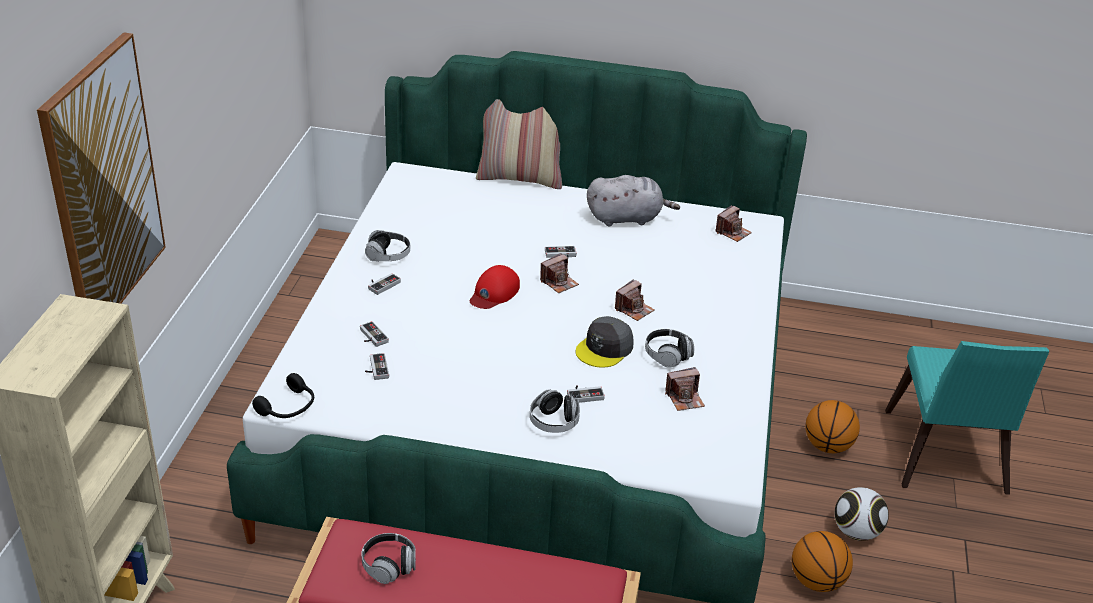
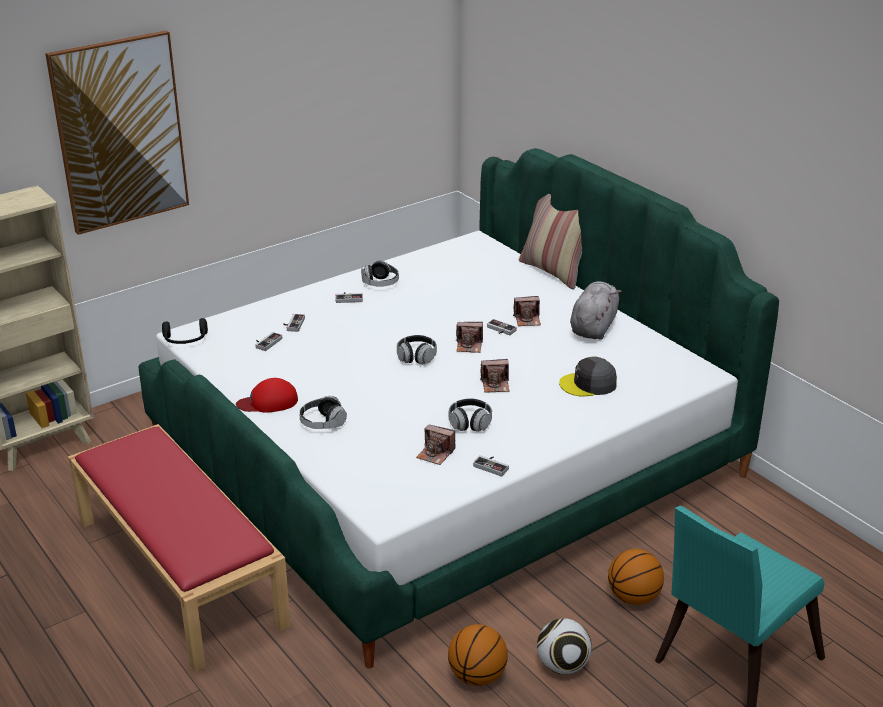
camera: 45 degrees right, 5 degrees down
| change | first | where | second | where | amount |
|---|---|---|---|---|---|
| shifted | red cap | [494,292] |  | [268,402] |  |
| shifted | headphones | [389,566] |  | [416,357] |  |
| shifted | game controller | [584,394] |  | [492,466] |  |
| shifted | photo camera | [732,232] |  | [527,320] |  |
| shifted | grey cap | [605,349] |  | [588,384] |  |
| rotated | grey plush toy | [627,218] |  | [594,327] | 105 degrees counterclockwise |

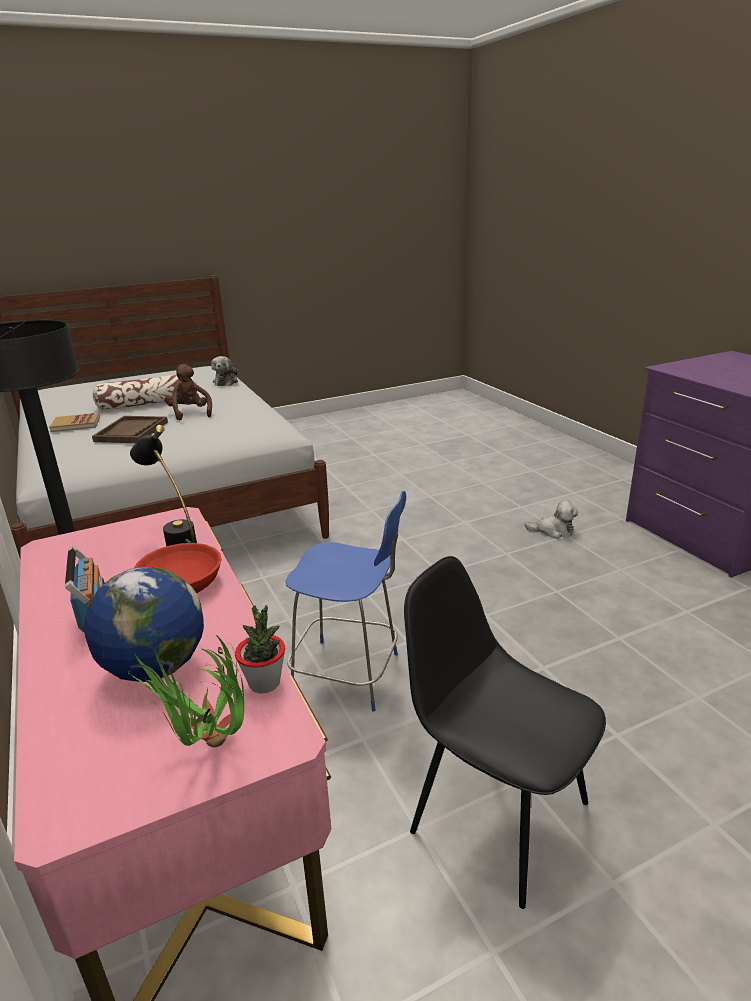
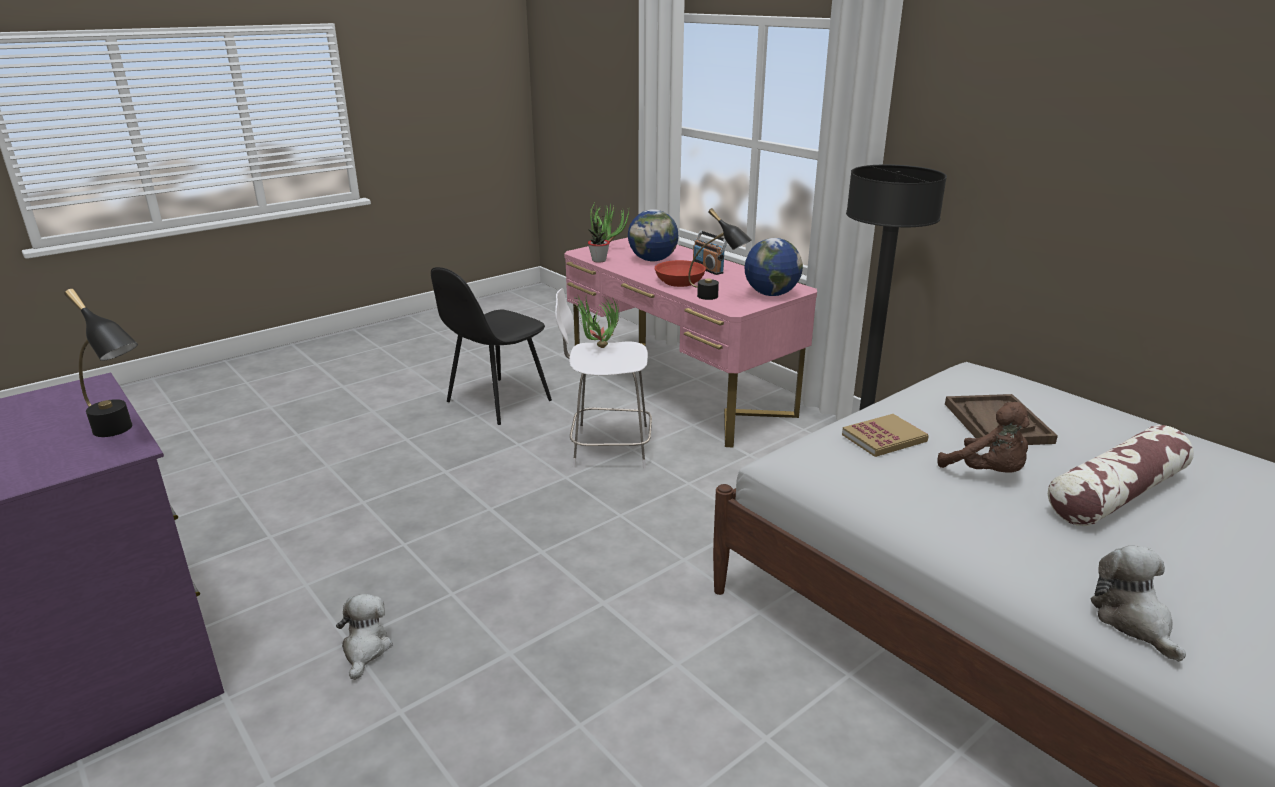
camera: 165 degrees right, 0 degrees up
| change | first | where | second | where | amount |
|---|---|---|---|---|---|
| new |  |  | black table lamp | [122,433] |  |
| rotated | plush toy | [553,531] |  | [365,649] | 90 degrees clockwise |
| rotated | black chair | [495,814] |  | [496,402] | 105 degrees clockwise |
| repainted | blue stool | [350,675] | white stool | [607,450] |  |
| new |  |  | potted plant | [596,349] |  |
| new |  |  | globe | [771,294] |  |
| shifted | book | [76,424] |  | [884,438] |  |

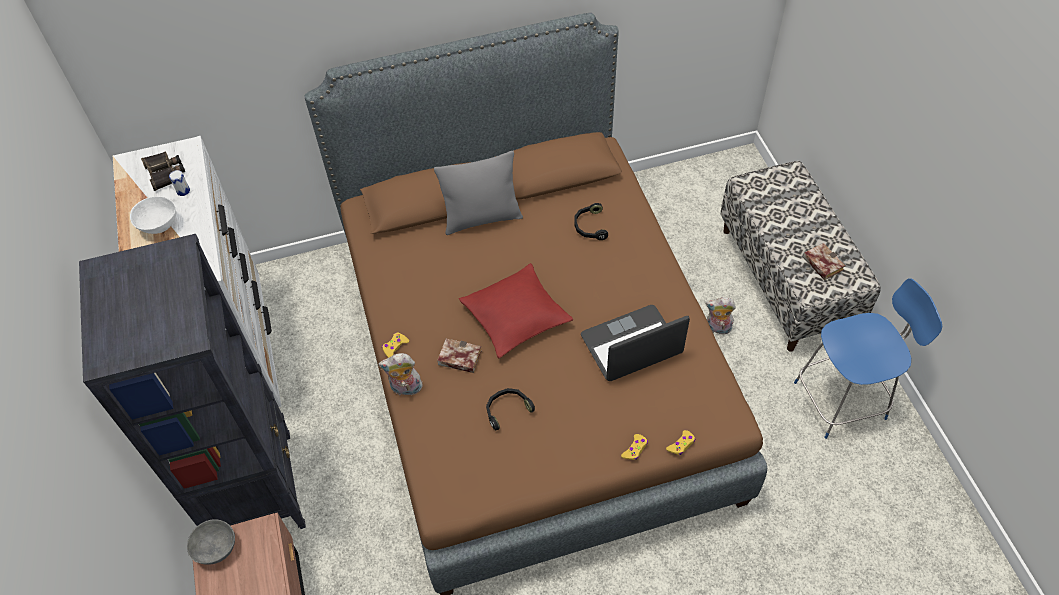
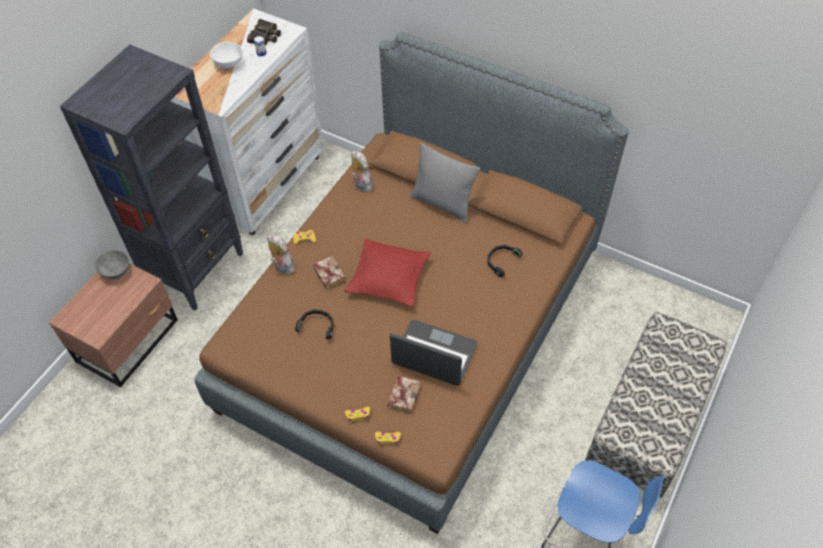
camera: 45 degrees right, 0 degrees up
| change | first | where | second | where | amount |
|---|---|---|---|---|---|
| shifted | plush toy | [717,328] |  | [361,184] |  |
| shifted | book | [820,263] |  | [403,394] |  |

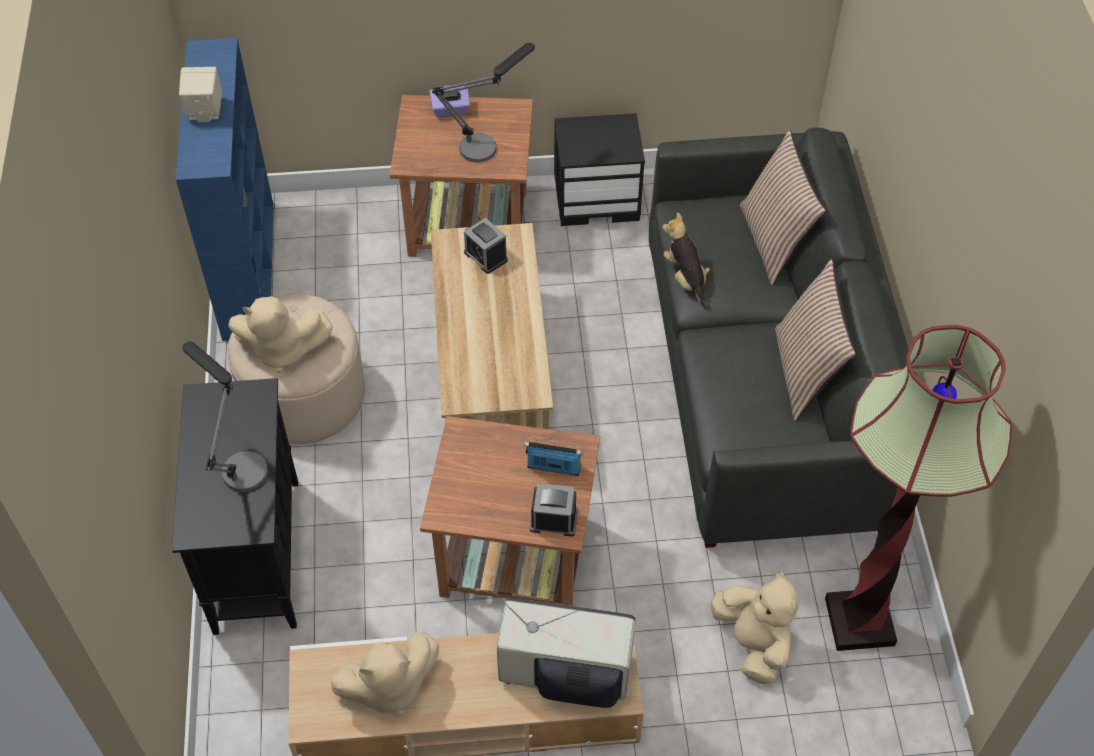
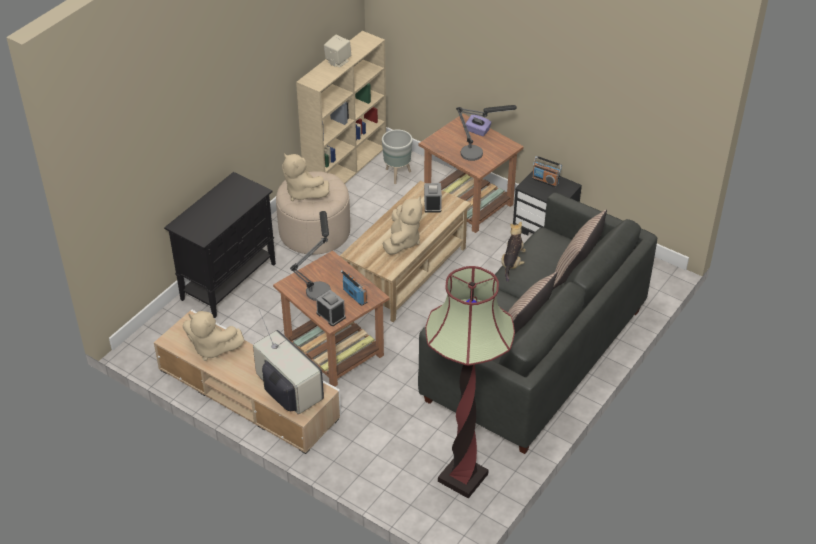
camera: 40 degrees right, 10 degrees down
| change | first | where | second | where | amount |
|---|---|---|---|---|---|
| shifted | table lamp | [238,463] |  | [319,286] |  |
| repainted | blue bookcase | [248,268] | beige bookcase | [346,167] |  |
| new |  |  | grey planter | [397,174] |  |
| shifted | beige plush toy | [753,643] |  | [402,241] |  |
| new |  |  | radio | [545,181] |  |

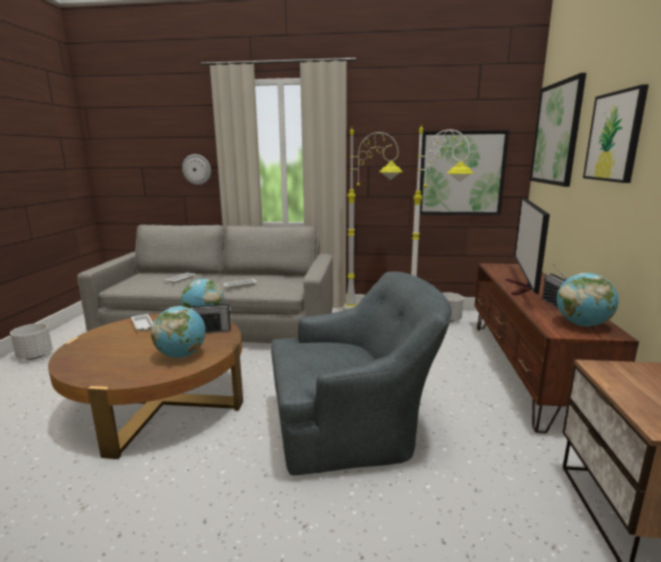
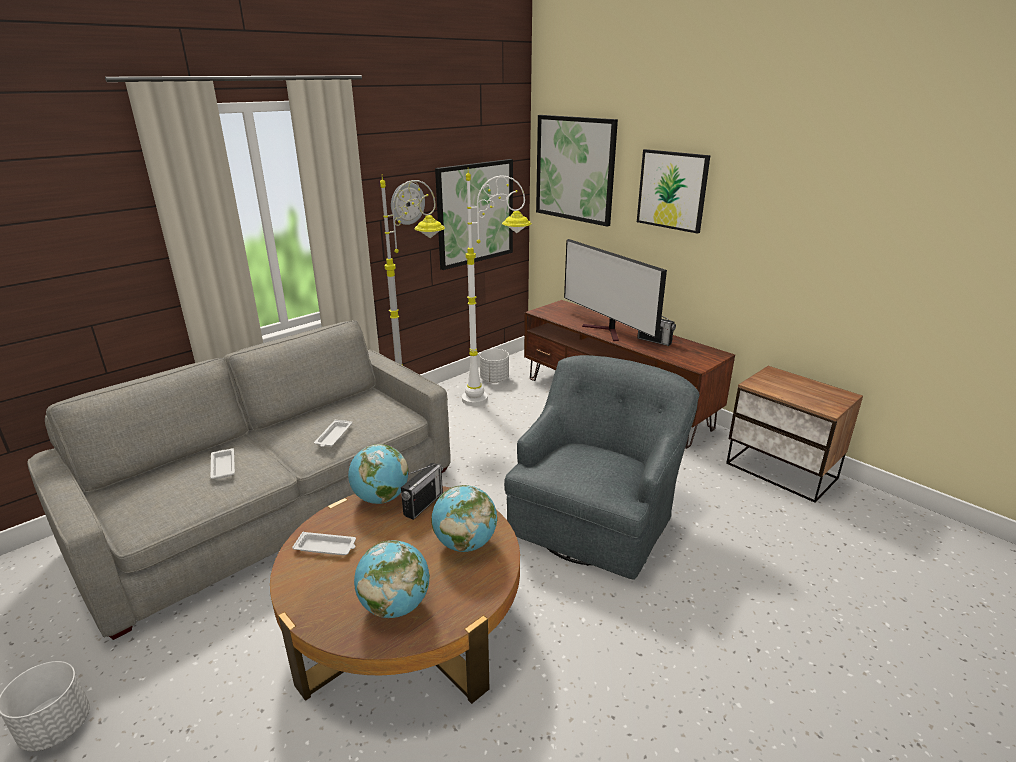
camera: 50 degrees left, 10 degrees up
| change | first | where | second | where | amount |
|---|---|---|---|---|---|
| shifted | globe | [582,324] |  | [395,606] |  |
| shifted | wall clock | [197,169] |  | [407,203] |  |

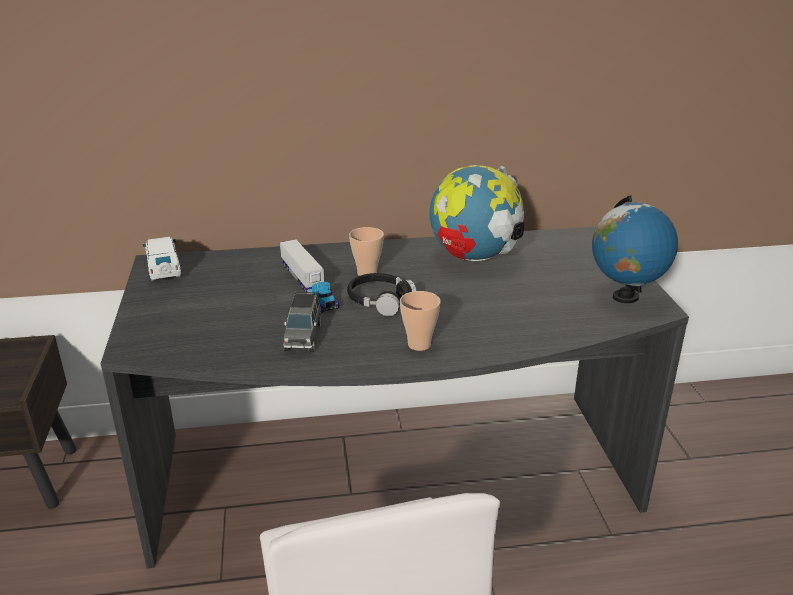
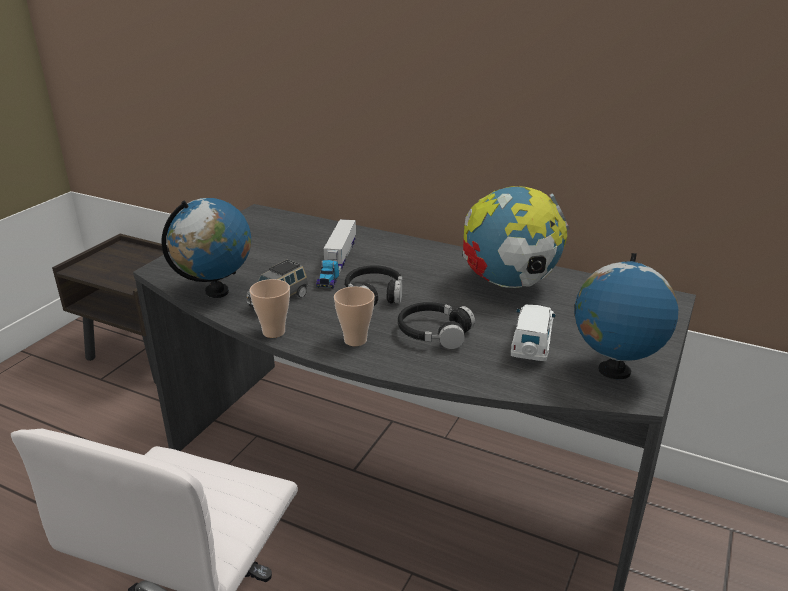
camera: 35 degrees right, 0 degrees up
| change | first | where | second | where | amount |
|---|---|---|---|---|---|
| new |  |  | globe | [217,292] |  |
| shifted | cup | [367,273] |  | [273,332] |  |
| new |  |  | black headphones | [434,333] |  |
| shifted | white toy car | [164,269] |  | [531,344] |  |

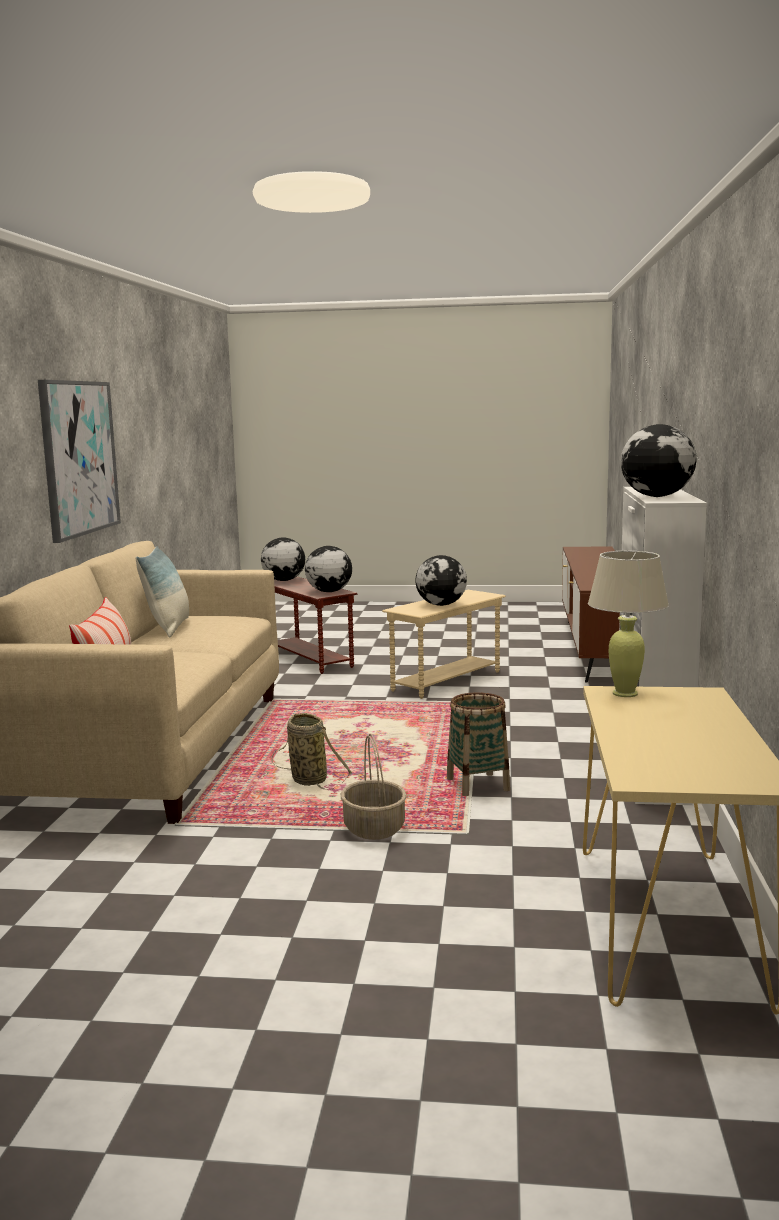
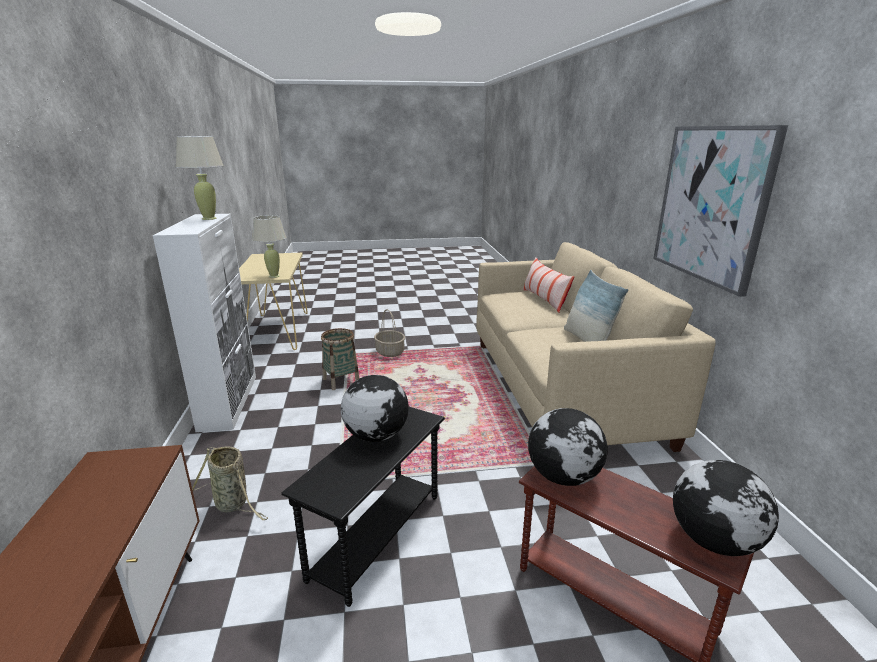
camera: 165 degrees right, 10 degrees up
| change | first | where | second | where | amount |
|---|---|---|---|---|---|
| swapped | globe | [657,496] | beige table lamp | [209,218] |  |
| shifted | basket | [307,779] |  | [233,504] |  |
| repainted | beige side table | [446,681] | black side table | [378,536] |  |

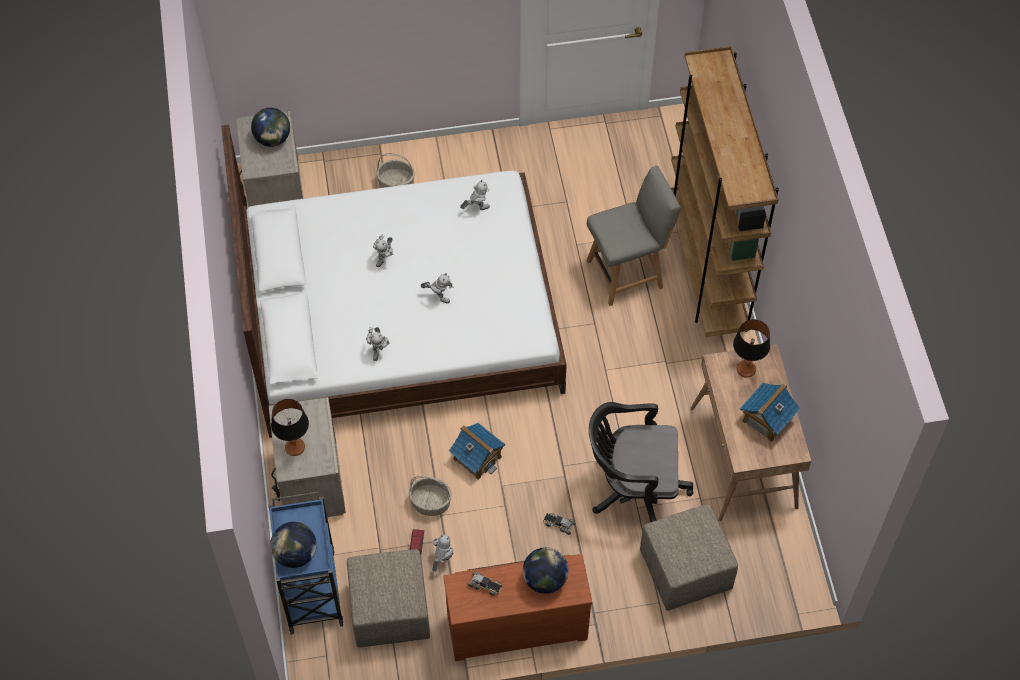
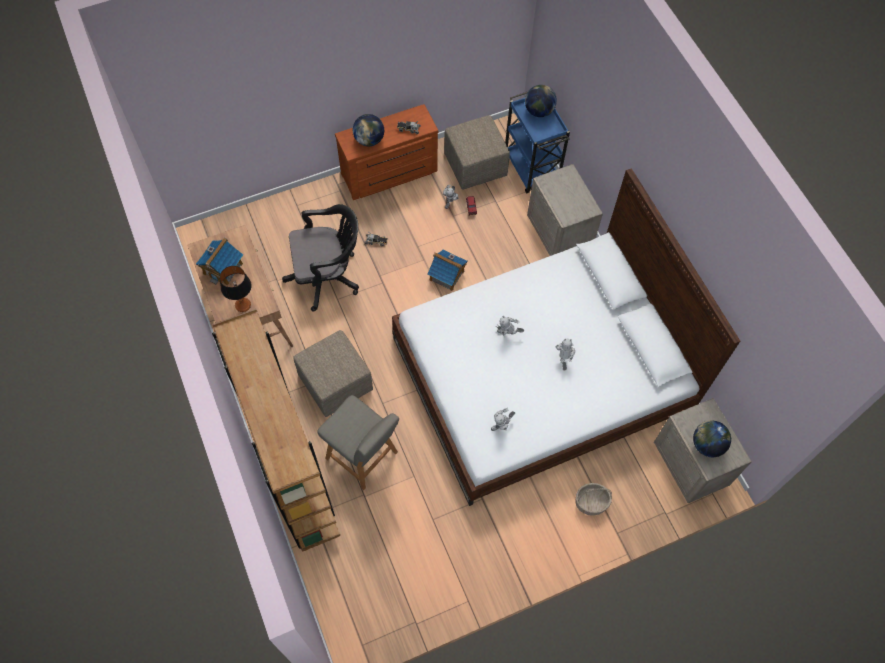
camera: 165 degrees right, 5 degrees up
| change | first | where | second | where | amount |
|---|---|---|---|---|---|
| shifted | beige ottoman | [686,571] |  | [335,382] |  |
| rotated | grey chair | [627,273] |  | [363,457] | 105 degrees counterclockwise |
| gone | table lamp | [295,447] |  |  |  |
| gone | toy robot | [378,350] |  |  |  |
| gone | basket | [430,503] |  |  |  |

